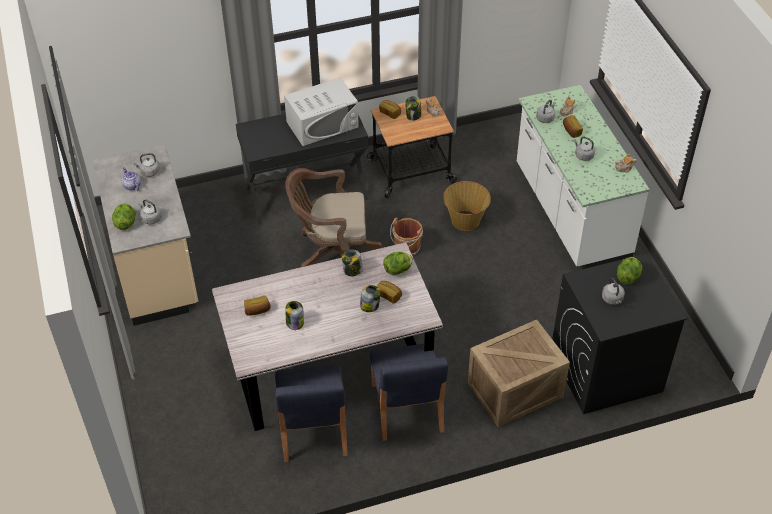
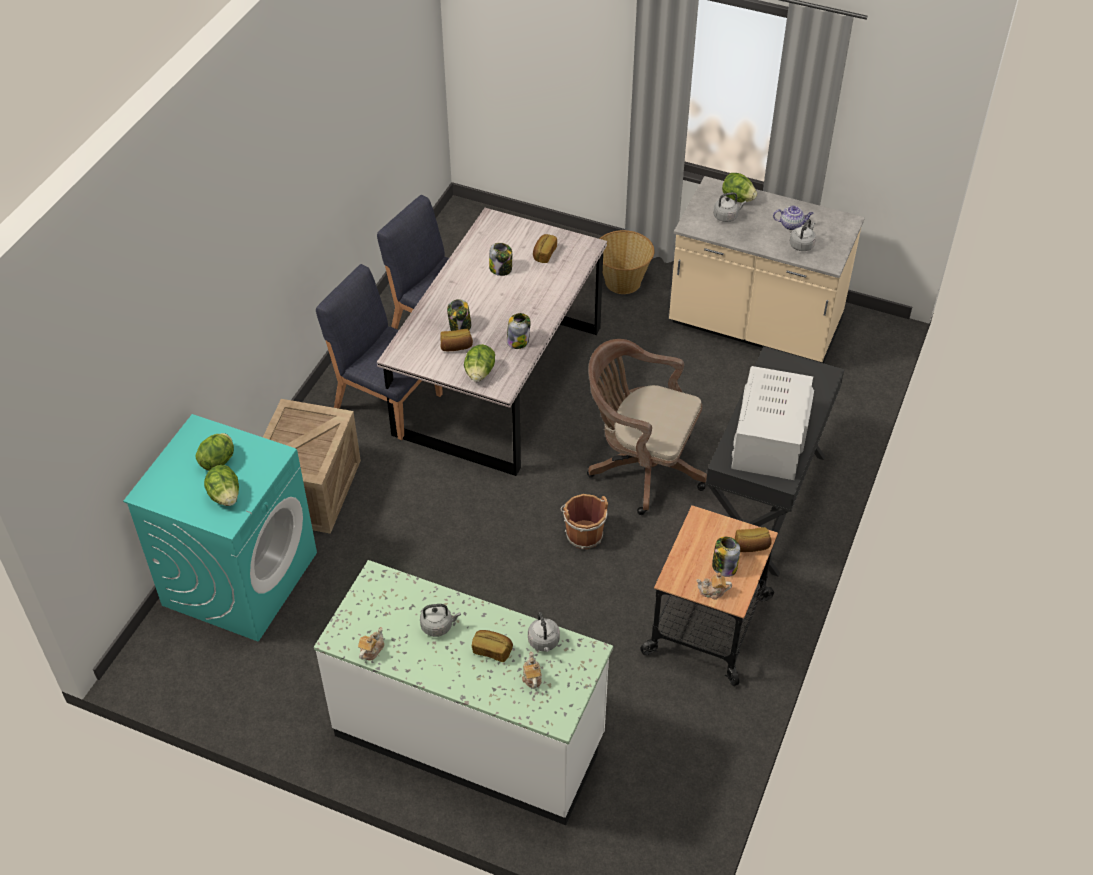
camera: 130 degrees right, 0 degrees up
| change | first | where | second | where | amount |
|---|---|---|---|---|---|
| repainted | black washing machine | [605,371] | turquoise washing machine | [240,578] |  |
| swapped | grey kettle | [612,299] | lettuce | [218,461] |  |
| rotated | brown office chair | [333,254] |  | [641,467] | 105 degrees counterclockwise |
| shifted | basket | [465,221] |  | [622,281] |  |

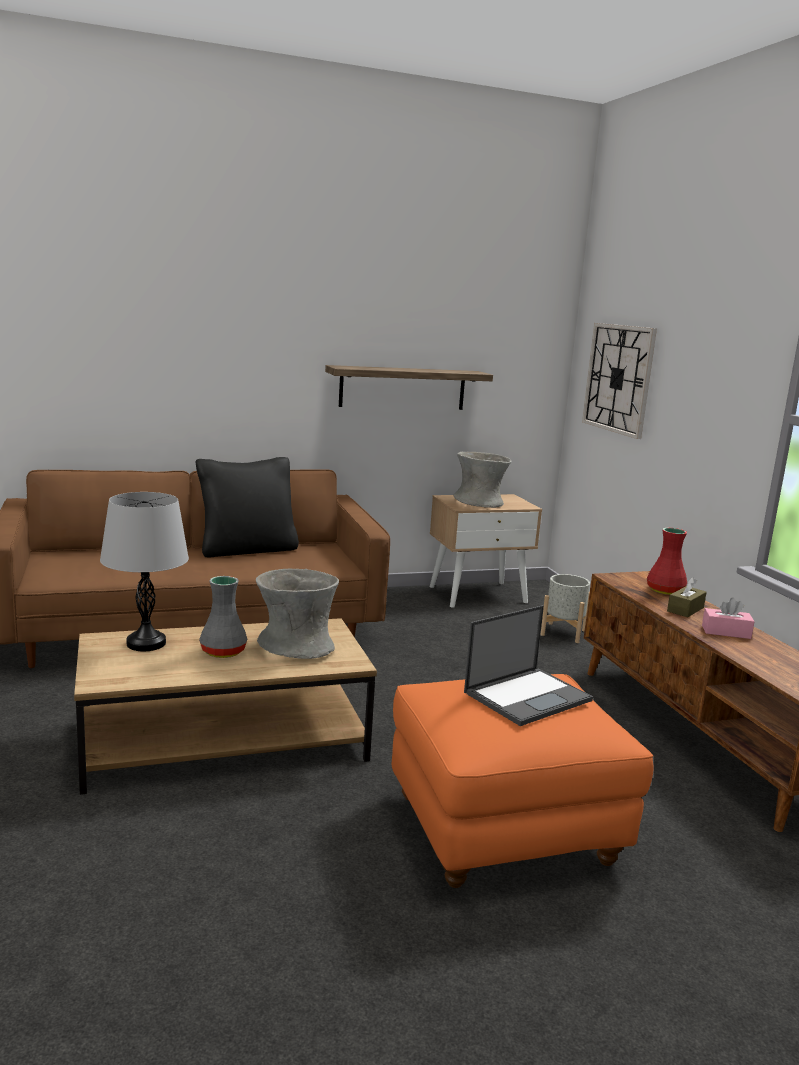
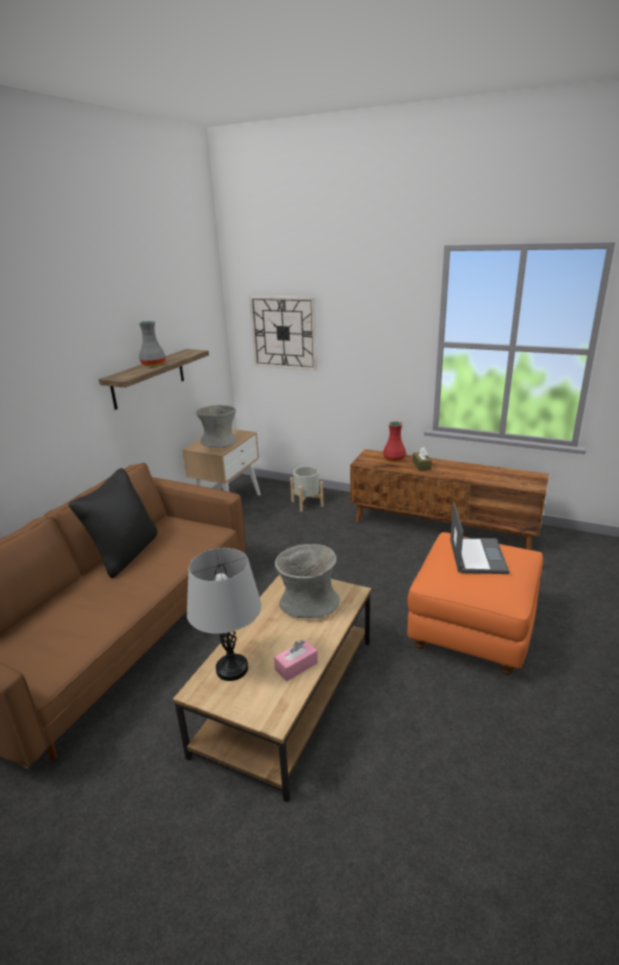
camera: 45 degrees left, 10 degrees up
| change | first | where | second | where | amount |
|---|---|---|---|---|---|
| shifted | grey vase | [223,651] |  | [153,364] |  |
| shifted | pink tissue box | [726,632] |  | [296,666] |  |

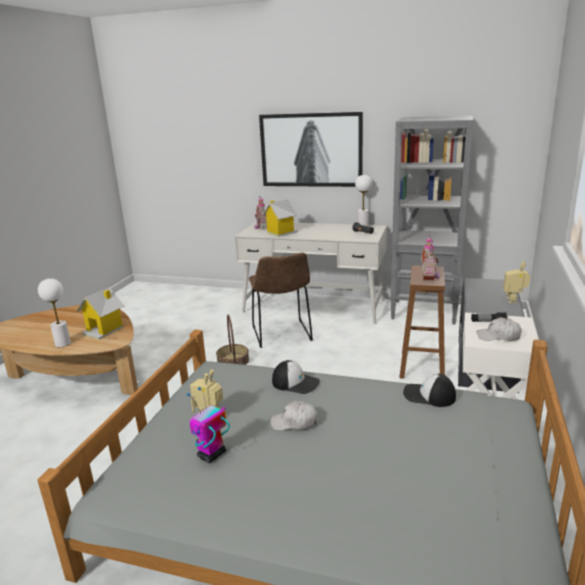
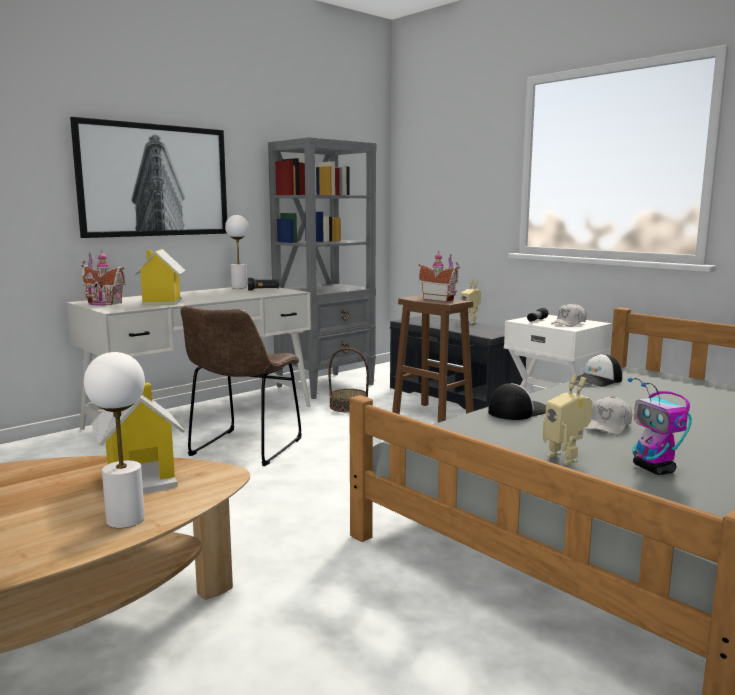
camera: 60 degrees left, 10 degrees down
| change | first | where | second | where | amount |
|---|---|---|---|---|---|
| rotated | brown chair | [282,335] |  | [243,449] | 90 degrees clockwise |
| shifted | basket | [233,361] |  | [348,406] |  |

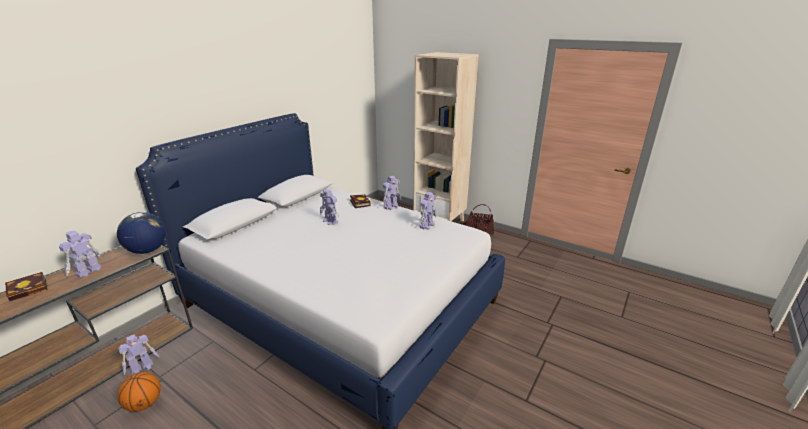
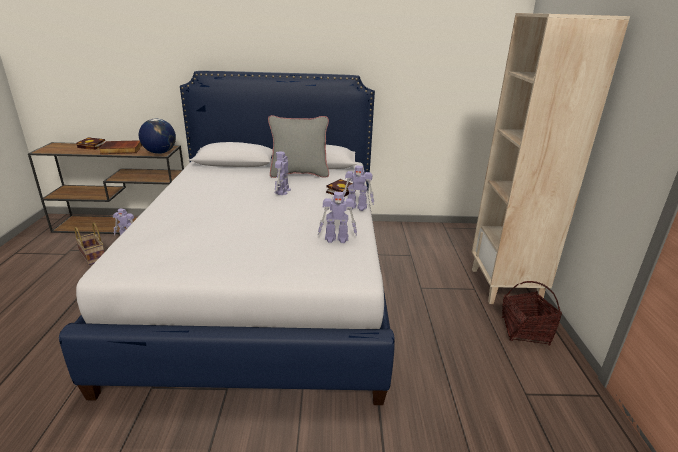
camera: 55 degrees right, 0 degrees up
| change | first | where | second | where | amount |
|---|---|---|---|---|---|
| swapped | basketball | [145,403] | basket | [94,256] |  |
| swapped | toy robot | [88,271] | book | [121,150] |  |
| new |  |  | grey pillow | [299,174] |  |

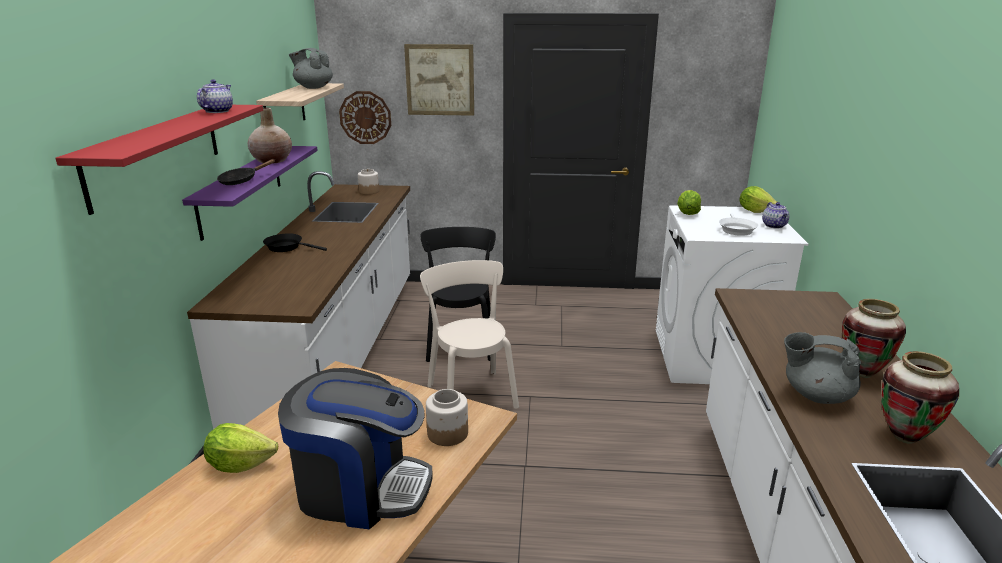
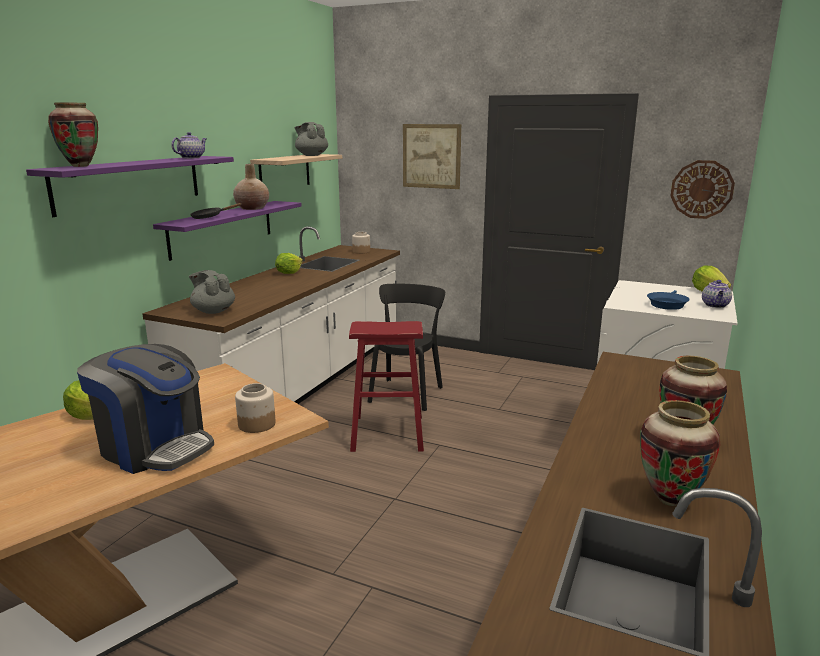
camera: 20 degrees right, 5 degrees down
| change | first | where | second | where | amount |
|---|---|---|---|---|---|
| repainted | red shelf | [157,153] | purple shelf | [130,183] |  |
| new |  |  | vase | [80,166] |  |
| shifted | grey teapot | [815,395] |  | [213,311] |  |
| shifted | lettuce | [687,213] |  | [289,273] |  |
| swapped | beige chair | [470,393] | red stool | [388,433] |  |
| repainted | white frying pan | [736,229] | blue frying pan | [667,304] |  |
| shifted | wall clock | [365,117] |  | [701,189] |  |
| gone | black frying pan | [287,247] |  |  |  |

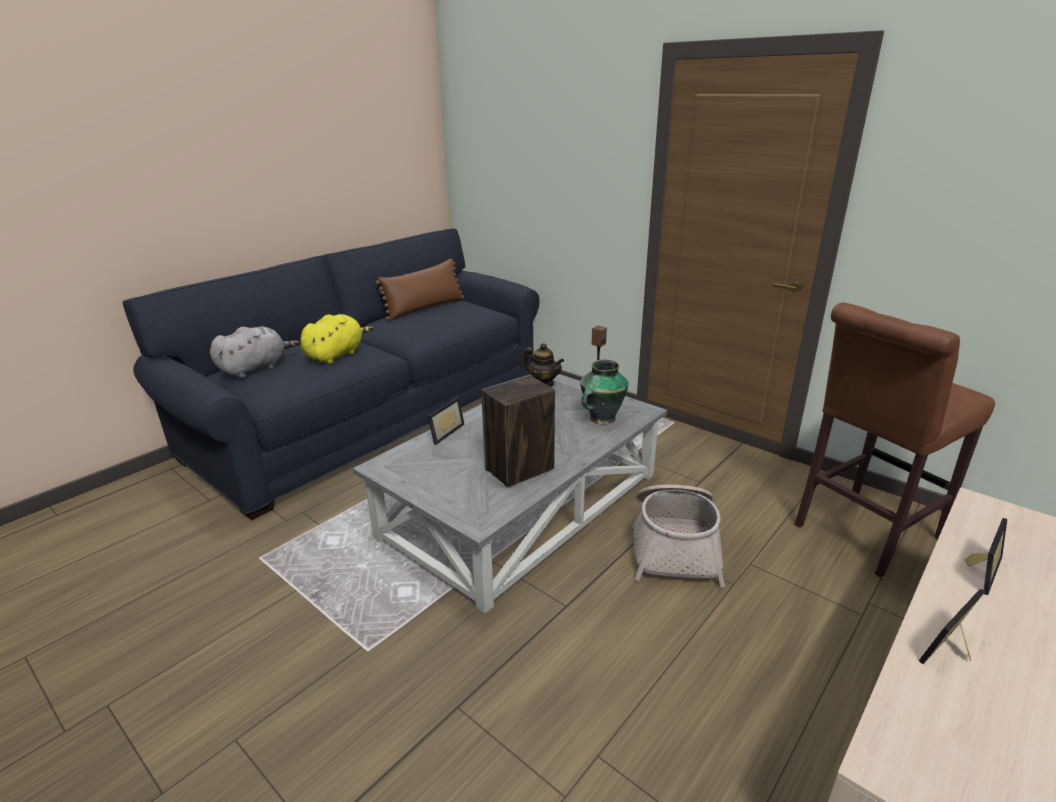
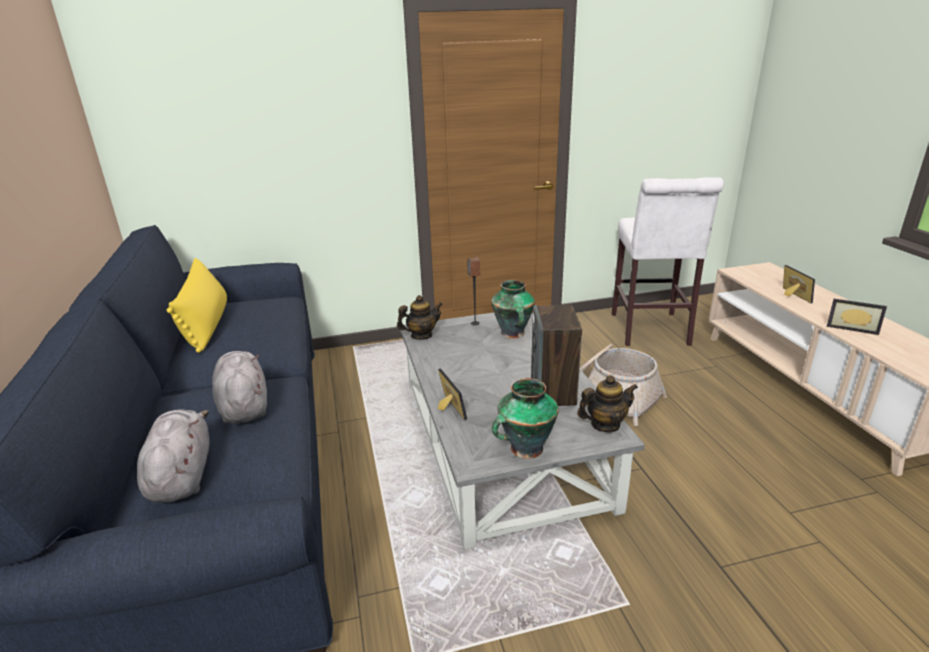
camera: 55 degrees left, 0 degrees up
| change | first | where | second | where | amount |
|---|---|---|---|---|---|
| repainted | brown pillow | [425,308] | yellow pillow | [207,325] |  |
| repainted | yellow plush toy | [336,355] | grey plush toy | [244,406] |  |
| new |  |  | vase | [525,449] |  |
| new |  |  | teapot | [605,424] |  |
| repainted | brown stool | [861,534] | white stool | [650,332] |  |
| rotated | picture frame | [954,651] |  | [851,327] | 60 degrees counterclockwise |

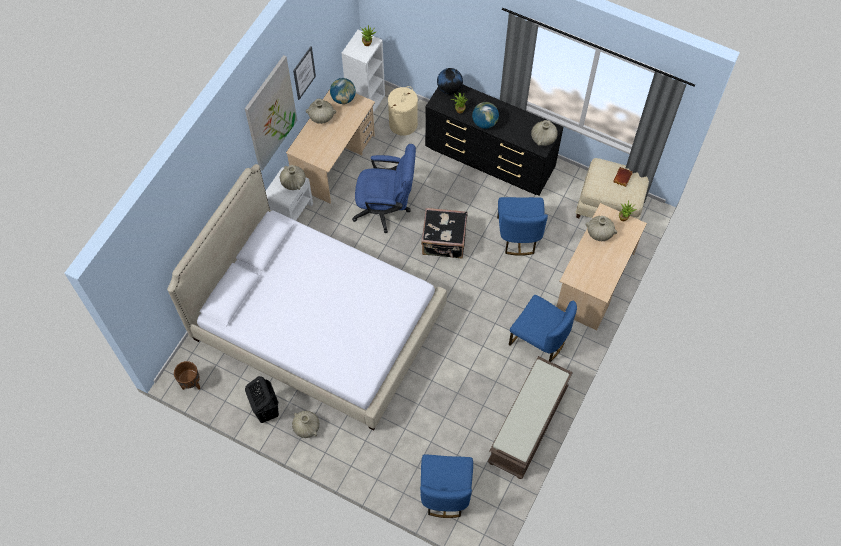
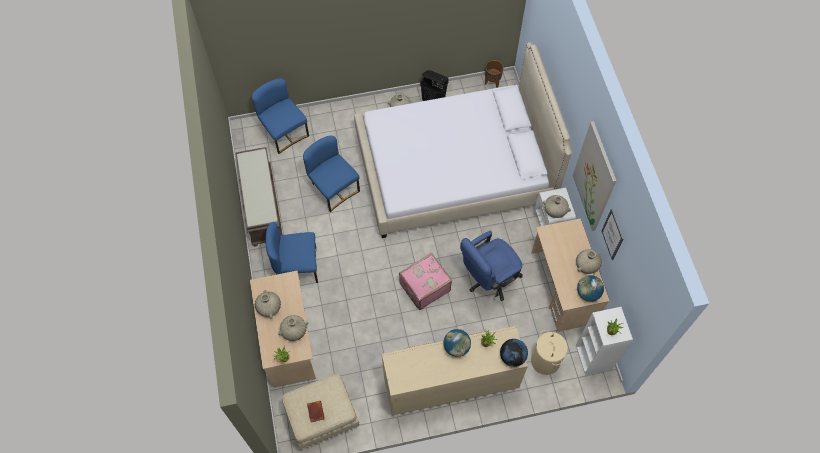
camera: 140 degrees right, 0 degrees up
| change | first | where | second | where | amount |
|---|---|---|---|---|---|
| shifted | beige vase | [543,138] |  | [269,307] |  |
| shifted | blue chair | [518,235] |  | [333,189] |  |
| repainted | black dresser | [490,159] | beige dresser | [450,383] |  |
| repainted | black suitcase | [444,242] | pink suitcase | [424,287] |  |

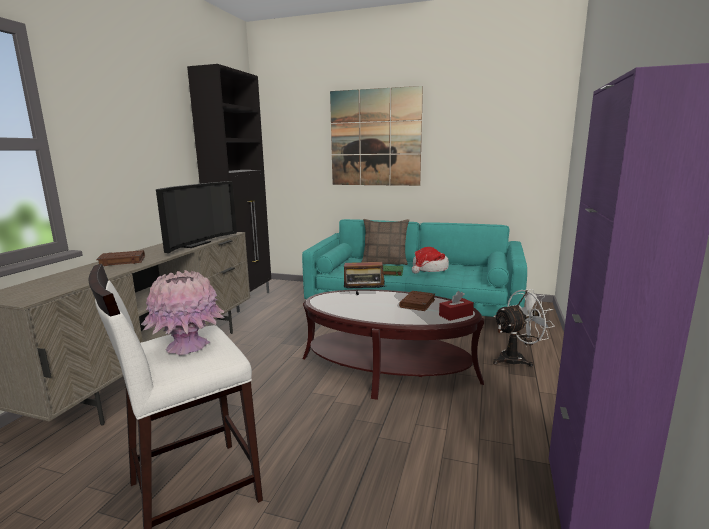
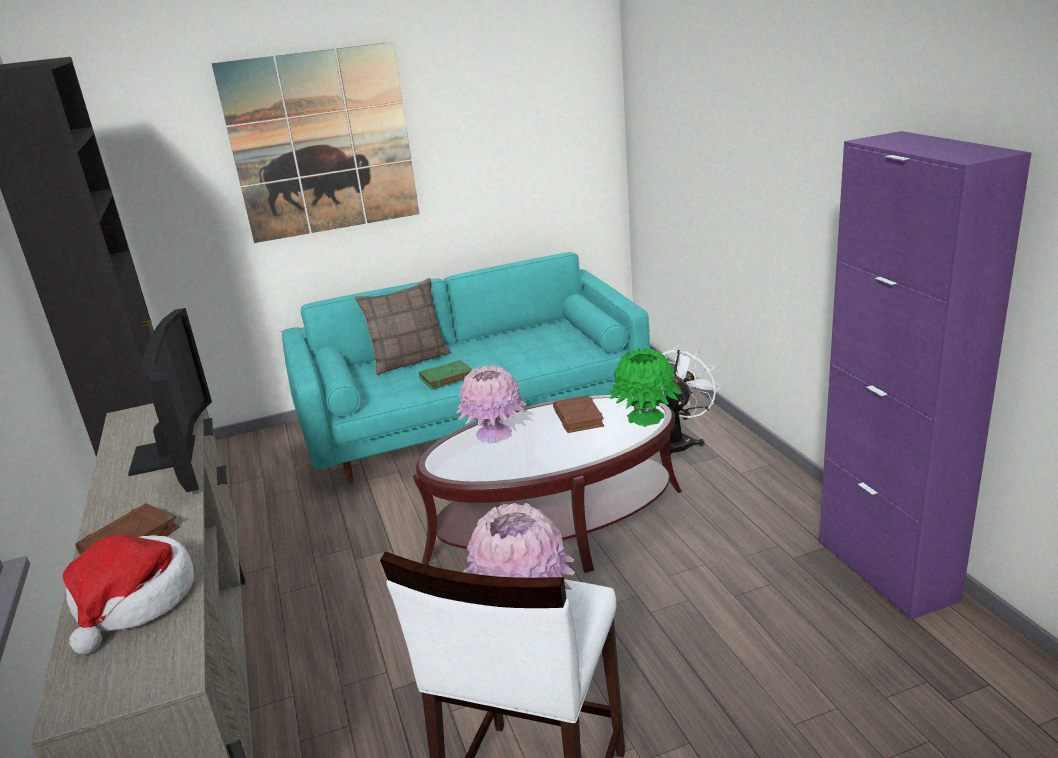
camera: 35 degrees left, 10 degrees up
| change | first | where | second | where | amount |
|---|---|---|---|---|---|
| shifted | hat | [429,269] |  | [134,601] |  |
| swapped | radio | [364,296] | pink vase | [494,434] |  |
| swapped | red tissue box | [455,315] | green vase | [645,417] |  |

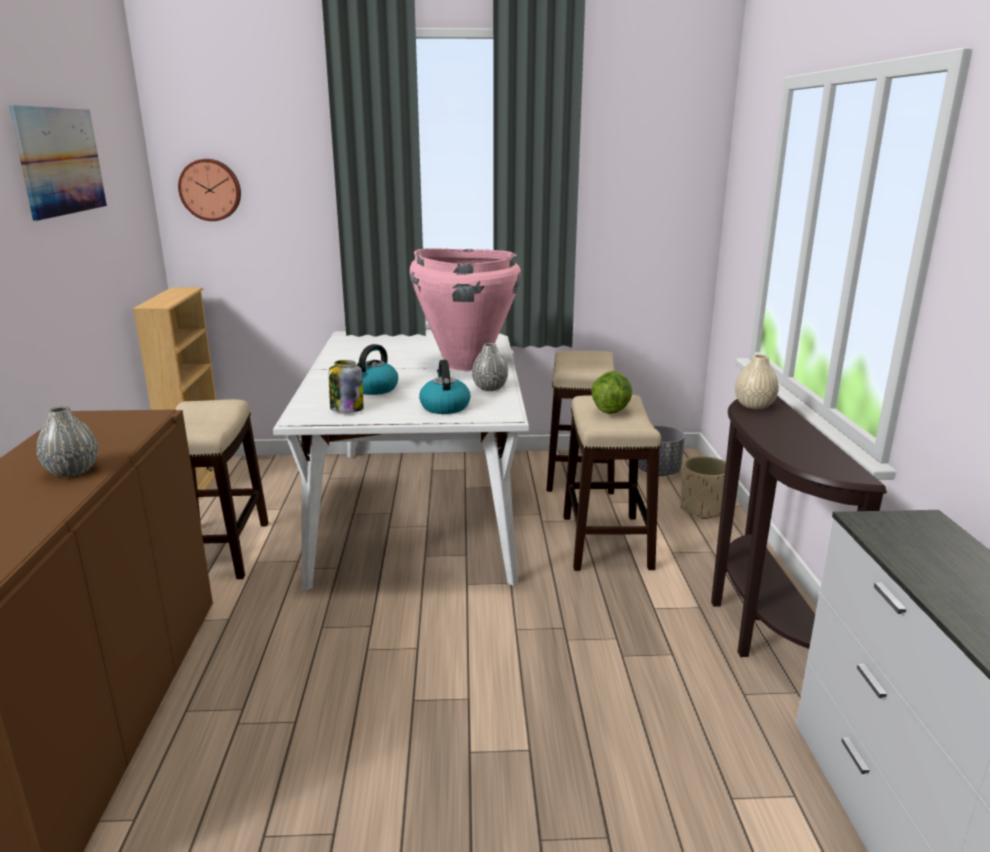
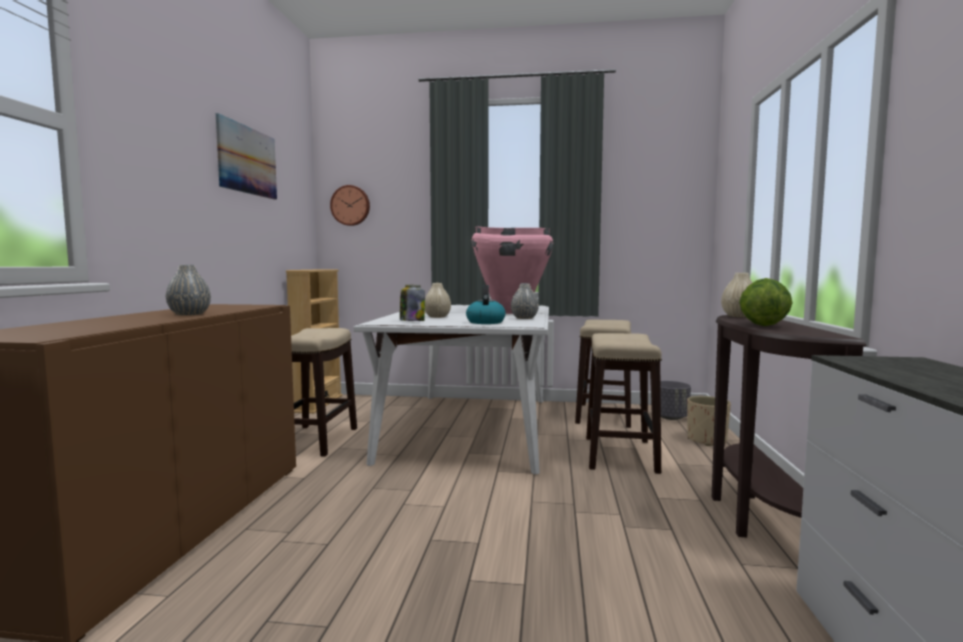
camera: 10 degrees right, 15 degrees down
| change | first | where | second | where | amount |
|---|---|---|---|---|---|
| swapped | kettle | [374,389] | beige vase | [437,317] |  |
| shifted | lettuce | [610,410] |  | [762,325] |  |

